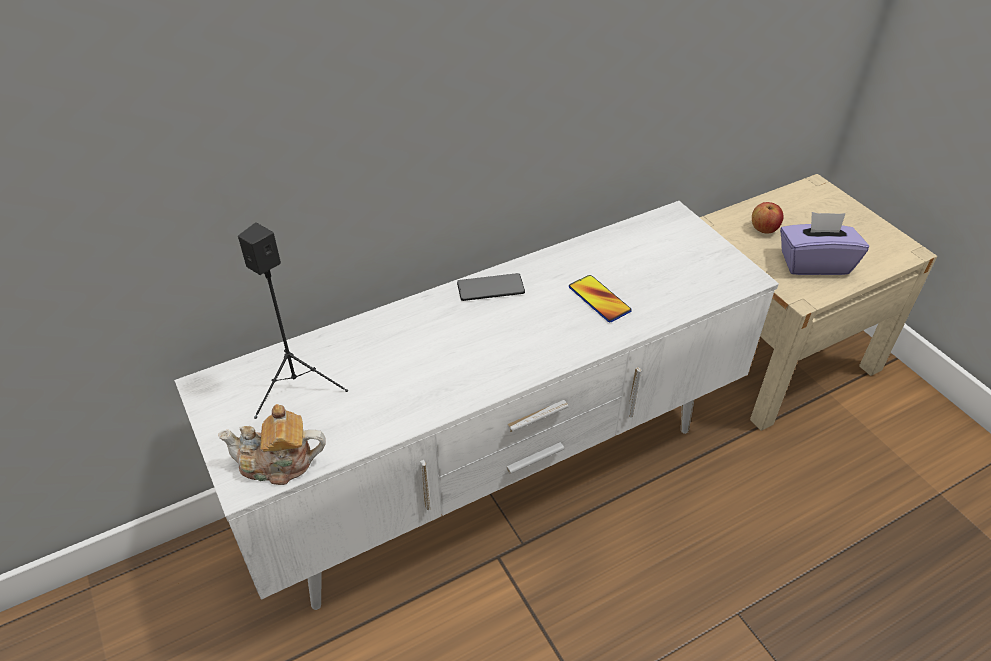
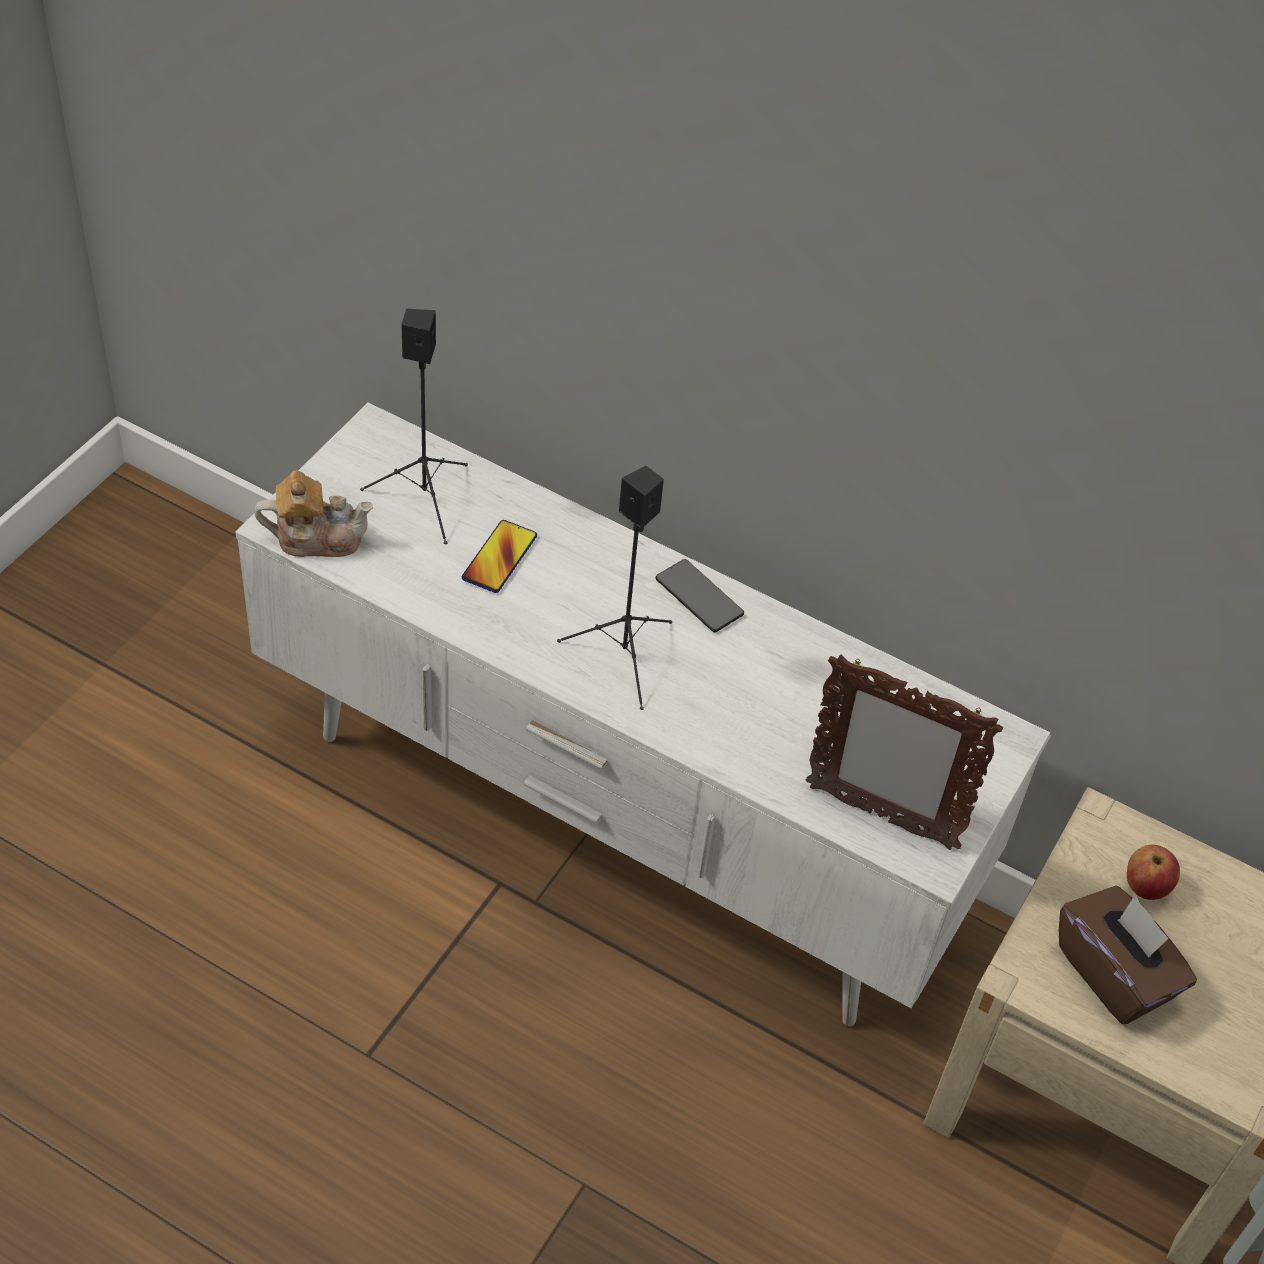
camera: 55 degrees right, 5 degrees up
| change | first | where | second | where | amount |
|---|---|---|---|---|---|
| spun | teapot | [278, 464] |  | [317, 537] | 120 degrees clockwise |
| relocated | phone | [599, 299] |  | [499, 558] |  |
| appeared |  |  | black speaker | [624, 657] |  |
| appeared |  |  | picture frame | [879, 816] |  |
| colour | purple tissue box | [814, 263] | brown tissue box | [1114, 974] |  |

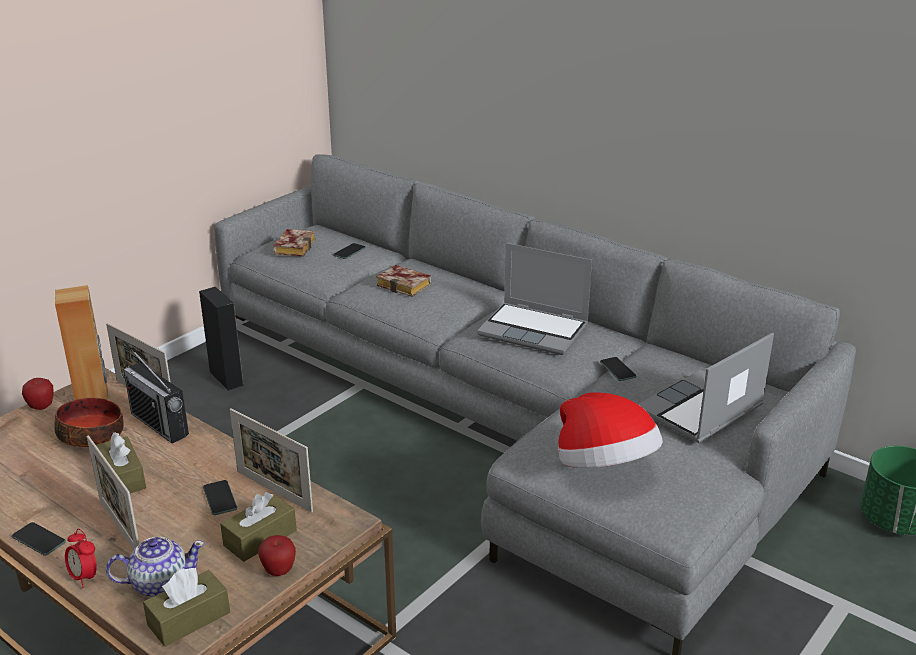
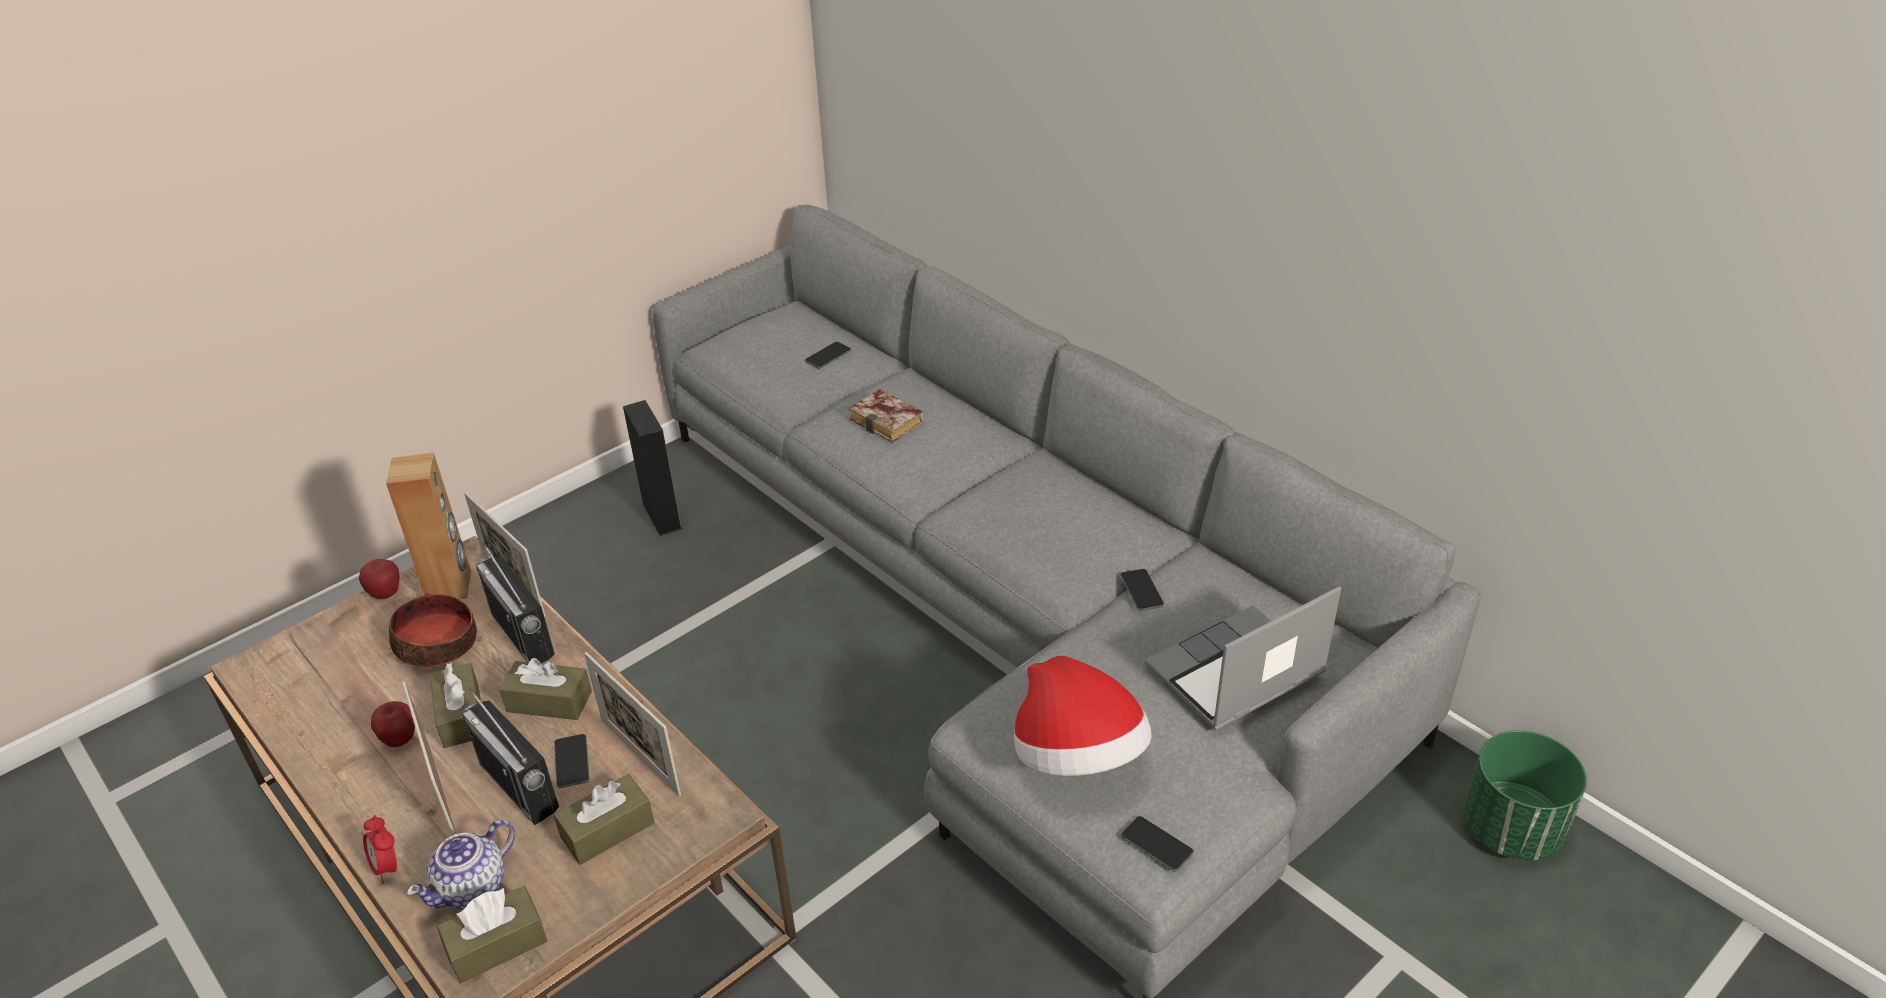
camera: 10 degrees right, 10 degrees up
| change | first | where | second | where | amount |
|---|---|---|---|---|---|
| relocated | apple | [279, 571] |  | [400, 740] |  |
| spun | teapot | [159, 583] |  | [473, 887] | 135 degrees clockwise |
| appeared |  |  | radio | [519, 786] |  |
| appeared |  |  | brown tissue box | [549, 701] |  |
| relocated | phone | [39, 539] |  | [1157, 844] |  |
| missing | book | [294, 246] |  |  |  |
| missing | laptop | [535, 330] |  |  |  |

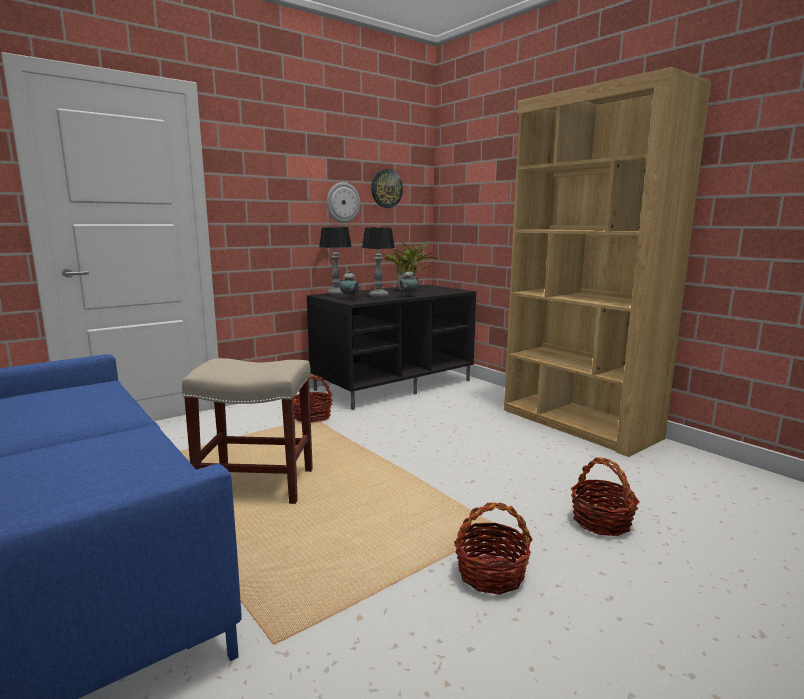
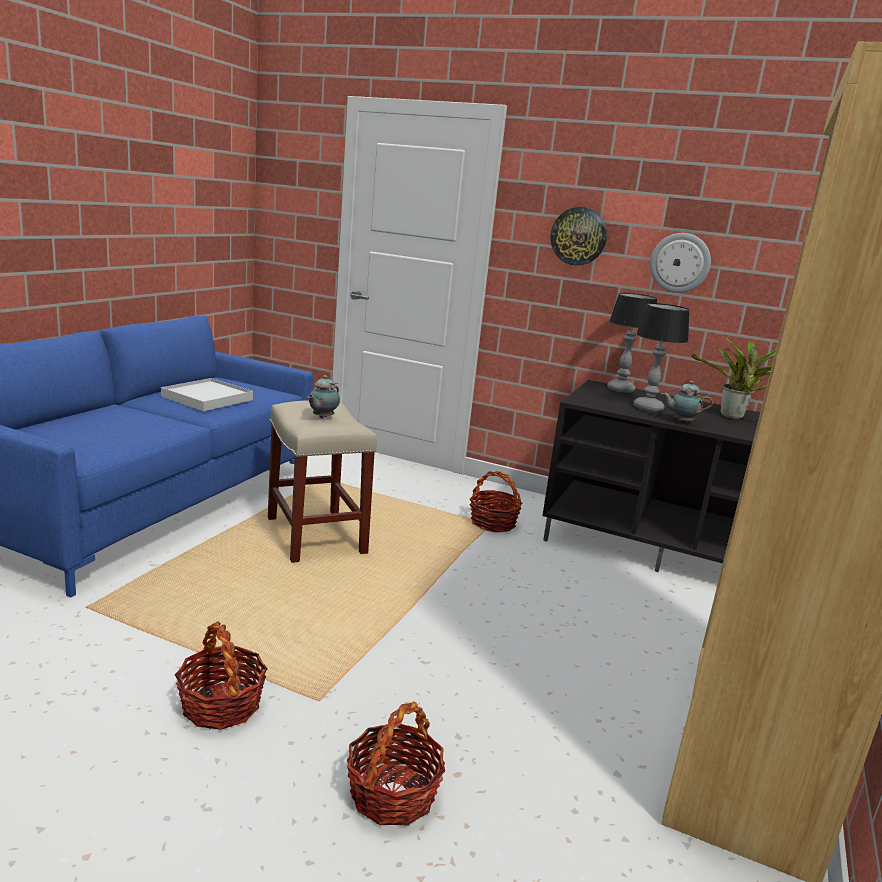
camera: 60 degrees right, 5 degrees up
| change | first | where | second | where | amount |
|---|---|---|---|---|---|
| appeared |  |  | white tray | [207, 398] |  |
| relocated | teapot | [350, 299] |  | [322, 417] |  |
| relocated | wall clock | [386, 188] |  | [578, 236] |  |

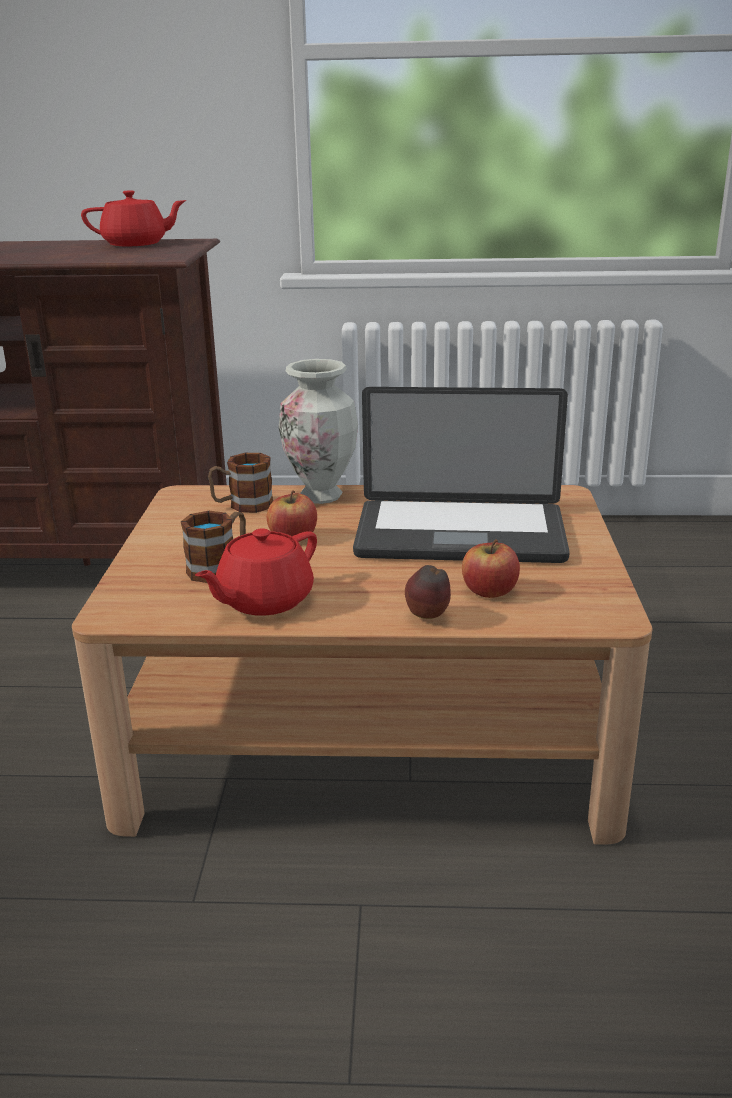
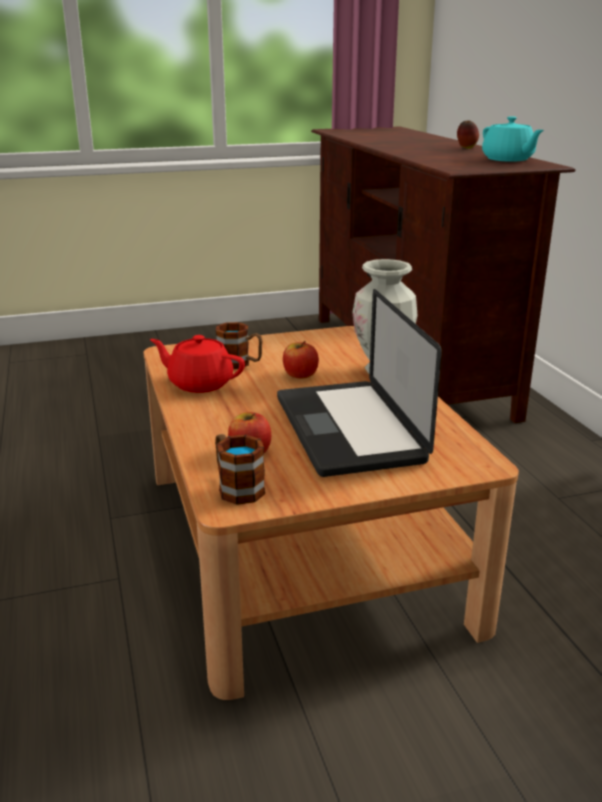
camera: 70 degrees right, 0 degrees up
| change | first | where | second | where | amount |
|---|---|---|---|---|---|
| relocated | mug | [242, 506] |  | [236, 487] |  |
| relocated | apple | [428, 618] |  | [466, 149] |  |
| colour | red teapot | [136, 244] | turquoise teapot | [508, 160] |  |

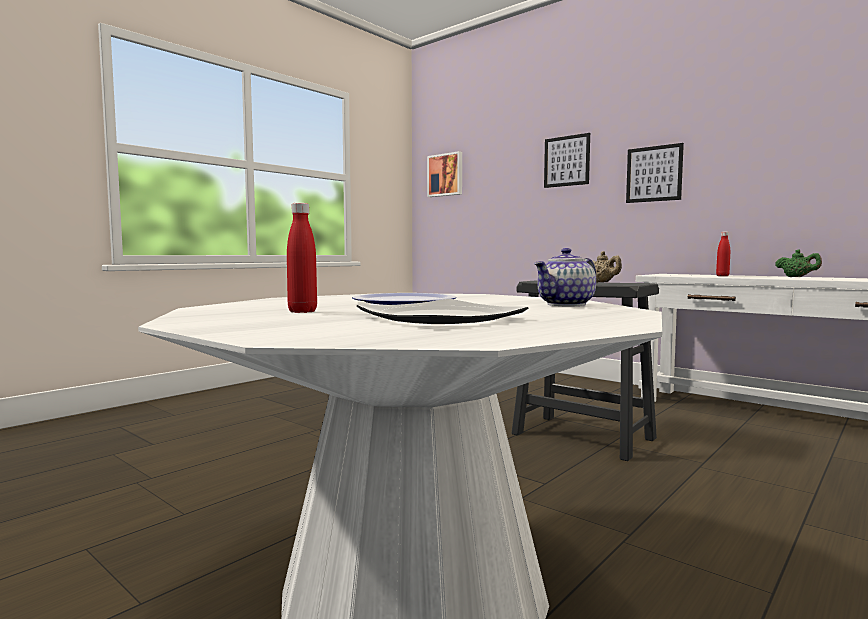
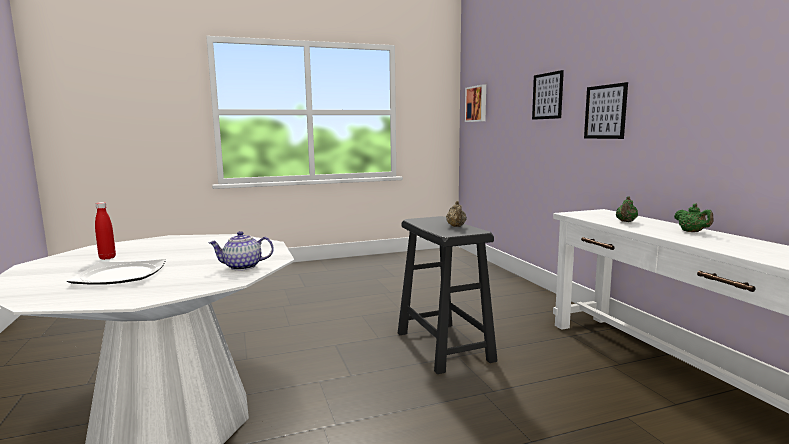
camera: 30 degrees right, 5 degrees up
| change | first | where | second | where | amount |
|---|---|---|---|---|---|
| exchanged | red bottle | [722, 276] | green teapot | [626, 222] |  |
| missing | plate | [404, 301] |  |  |  |

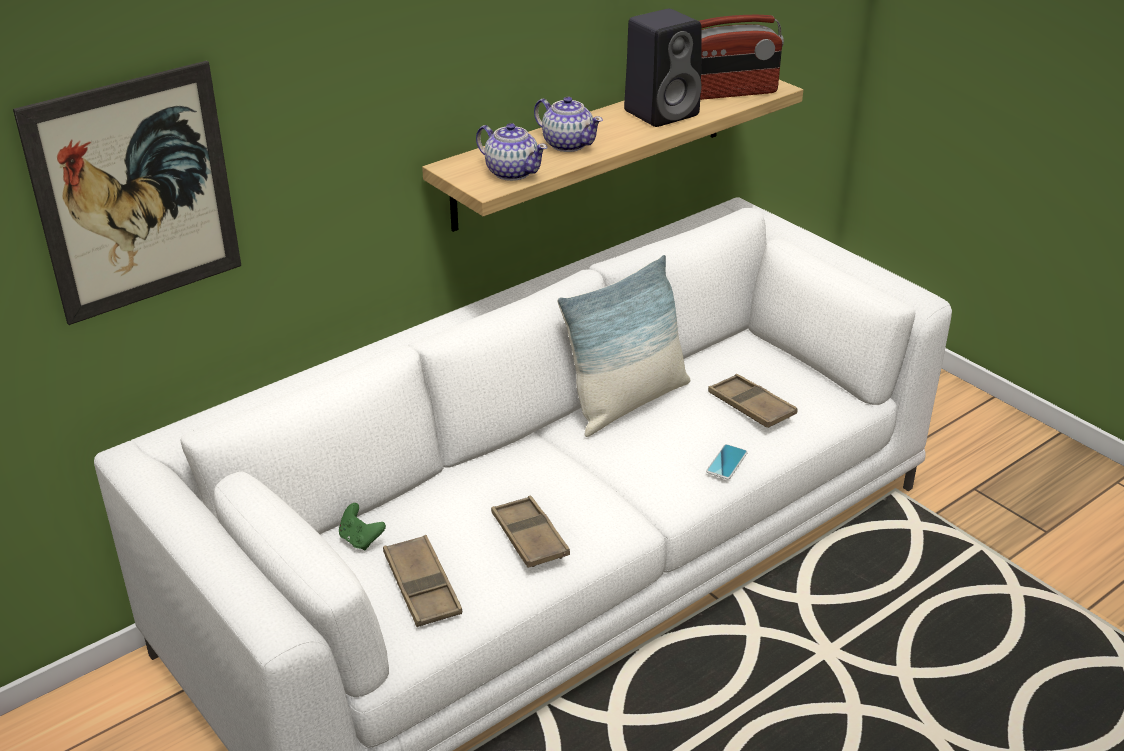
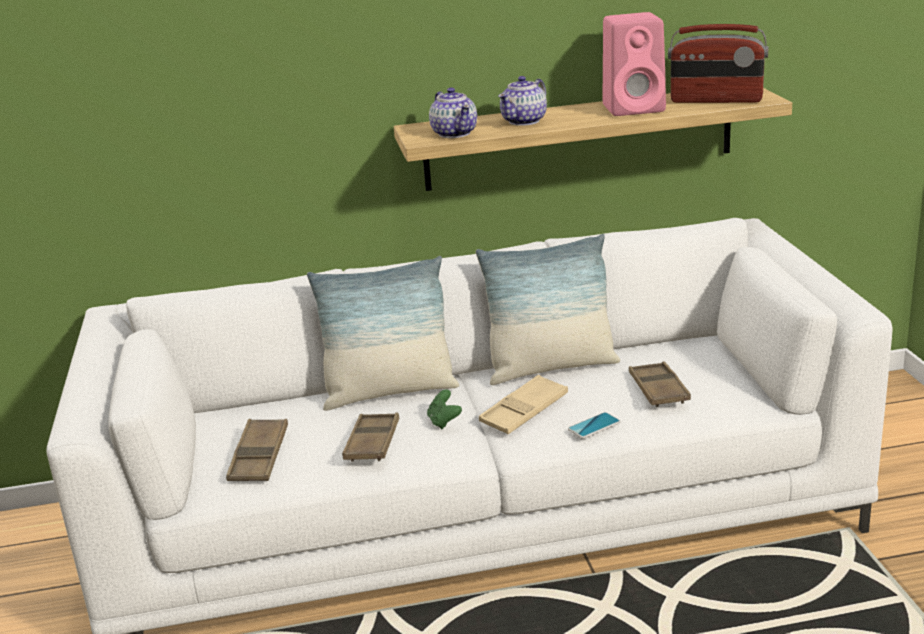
camera: 30 degrees right, 10 degrees down
| change | first | where | second | where | amount |
|---|---|---|---|---|---|
| appeared |  |  | pillow | [389, 392] |  |
| relocated | green game controller | [360, 540] |  | [444, 422] |  |
| appeared |  |  | beige tray | [524, 411] |  |
| spun | teapot | [567, 144] |  | [524, 121] | 60 degrees clockwise |
| colour | black speaker | [662, 112] | pink speaker | [635, 108] |  |
| missing | picture | [136, 193] |  |  |  |

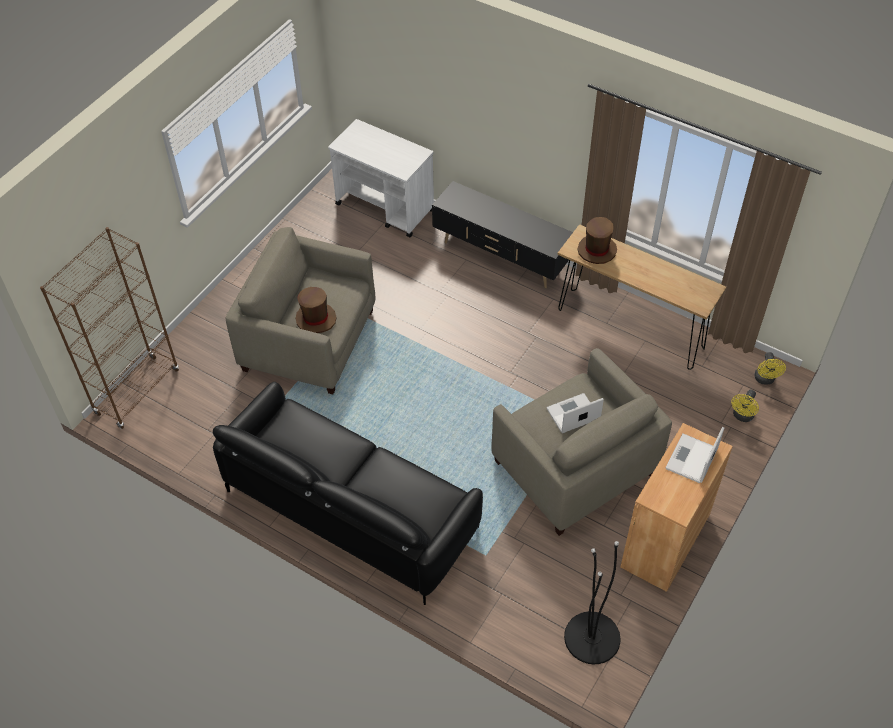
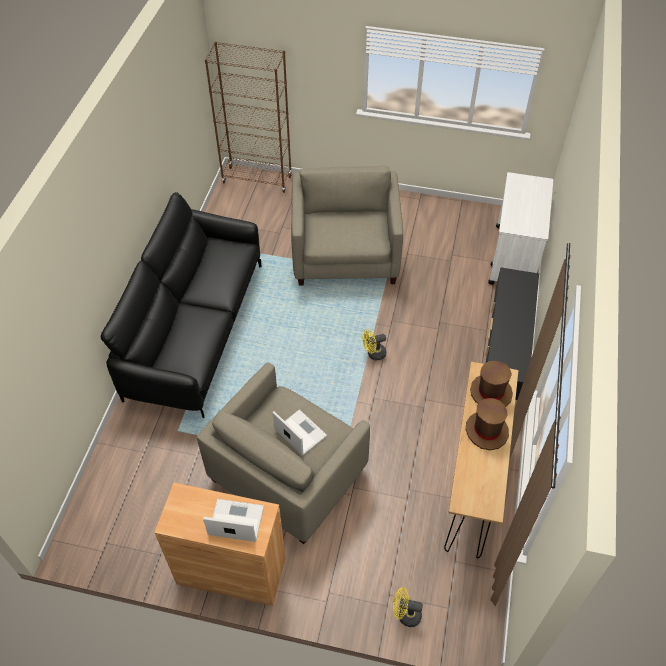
camera: 70 degrees right, 0 degrees up
| change | first | where | second | where | amount |
|---|---|---|---|---|---|
| relocated | yellow fan | [765, 380] |  | [373, 354] |  |
| relocated | brown hat | [315, 319] |  | [486, 430] |  |
| missing | black floor lamp | [592, 637] |  |  |  |

